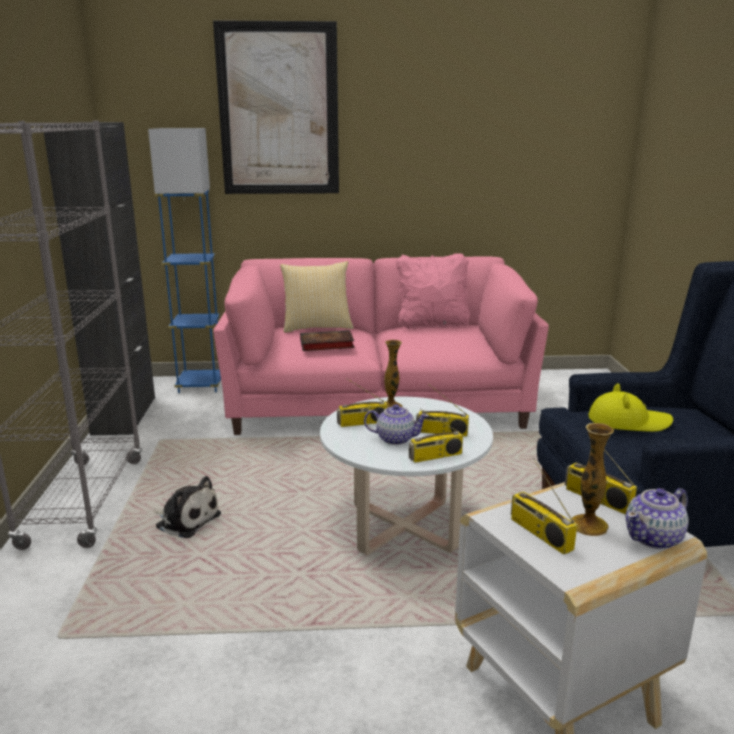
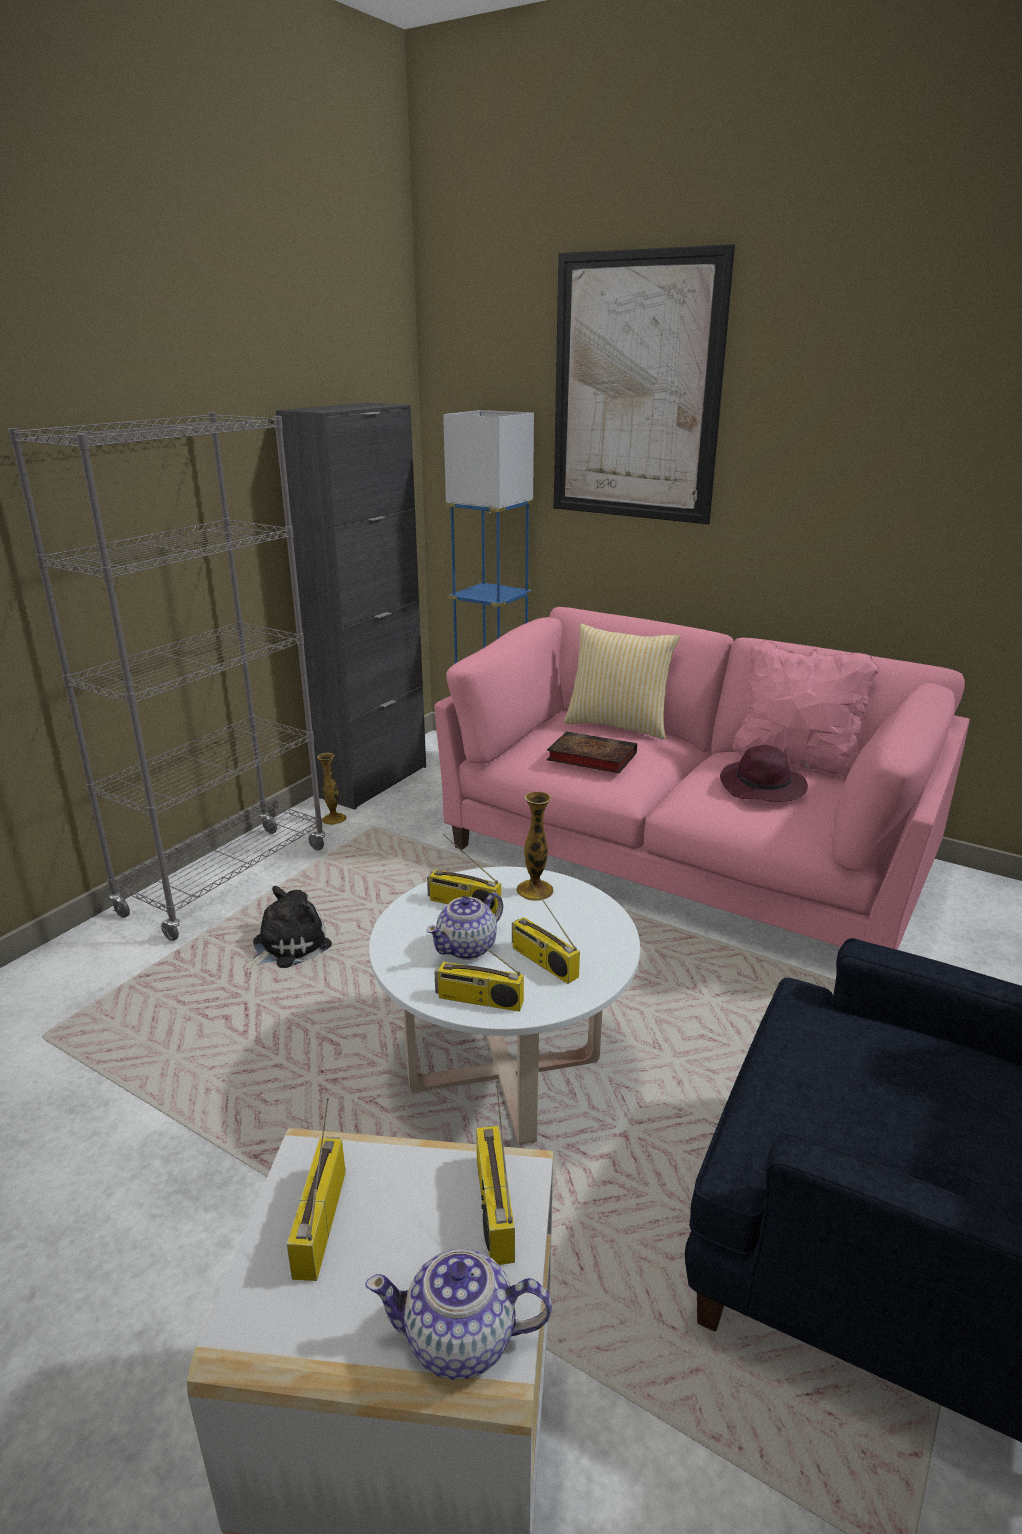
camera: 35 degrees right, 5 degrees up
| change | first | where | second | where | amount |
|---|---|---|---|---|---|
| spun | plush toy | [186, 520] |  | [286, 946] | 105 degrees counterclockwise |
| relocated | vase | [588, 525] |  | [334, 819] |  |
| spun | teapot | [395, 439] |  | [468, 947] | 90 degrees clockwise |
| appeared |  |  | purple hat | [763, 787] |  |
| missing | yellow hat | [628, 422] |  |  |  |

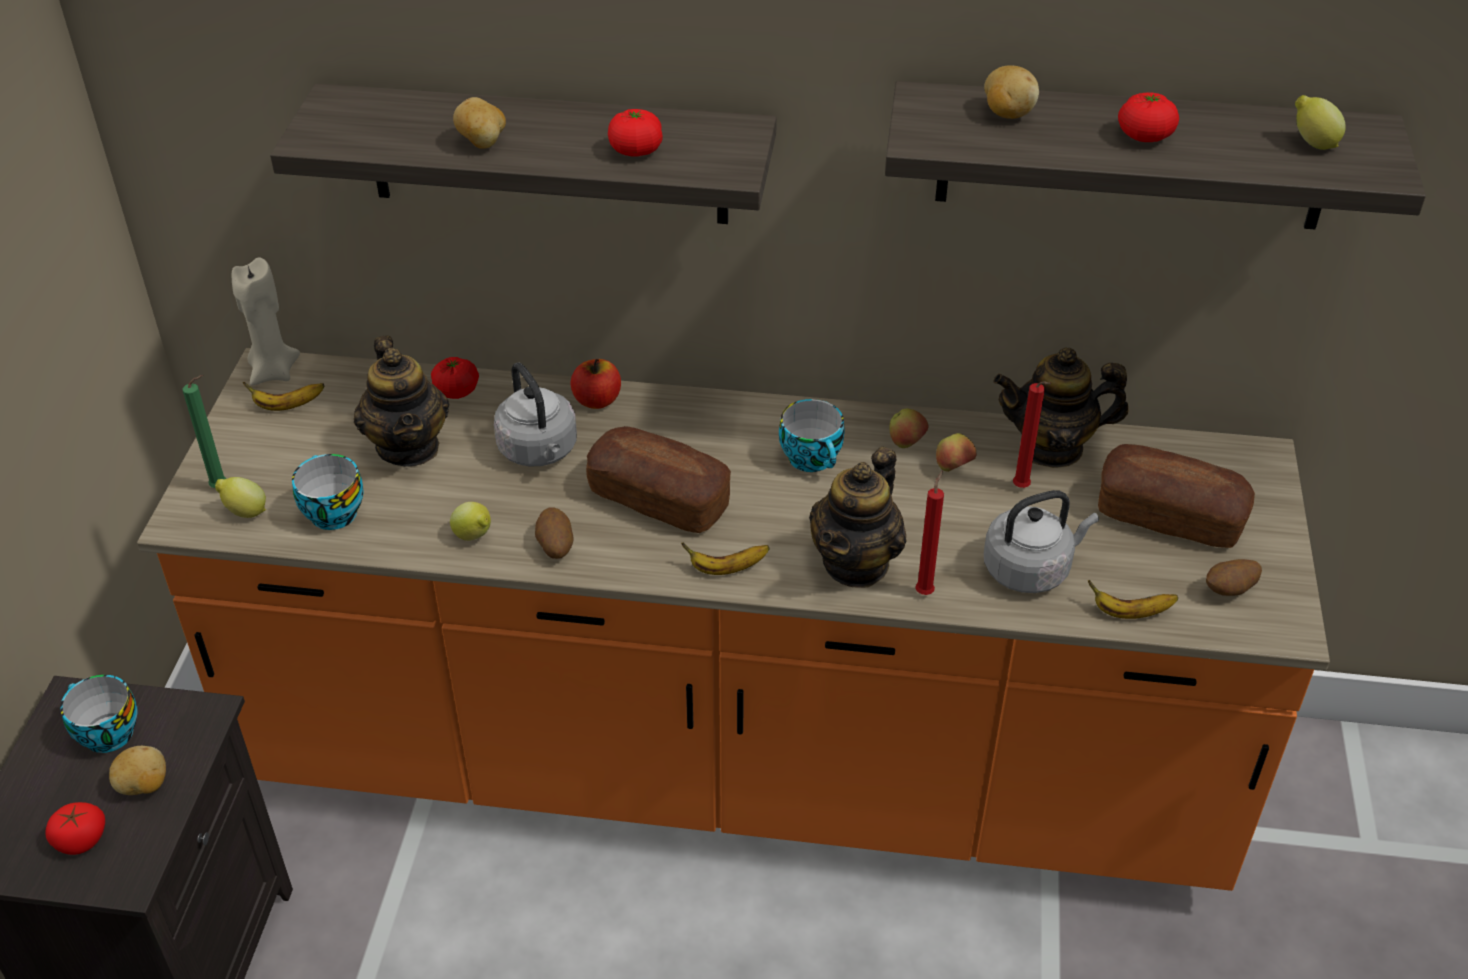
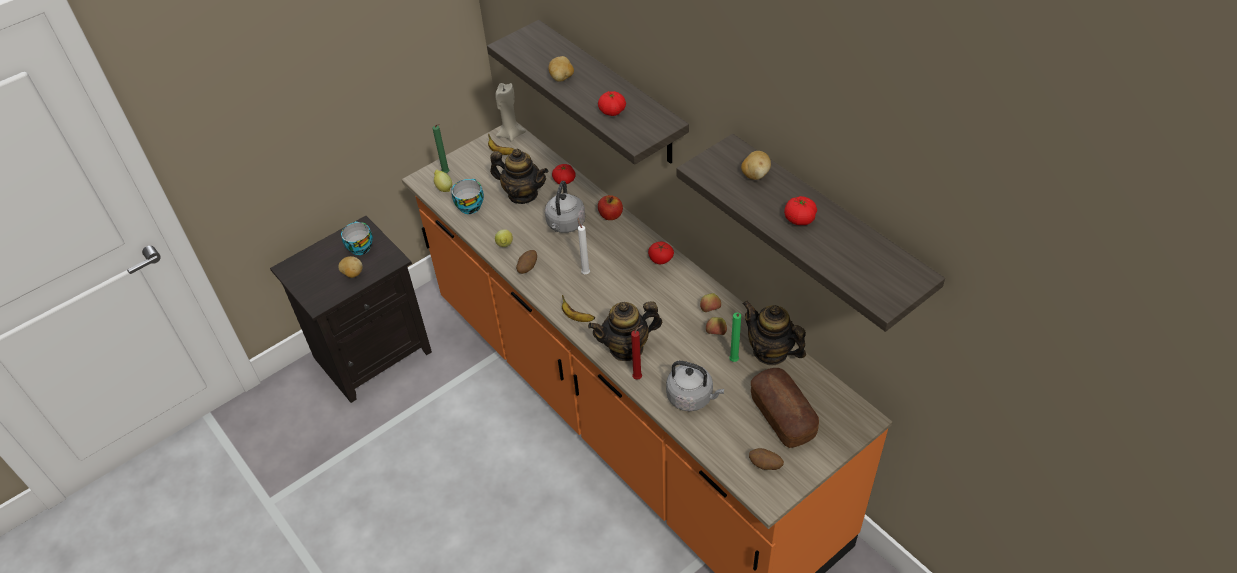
camera: 45 degrees right, 5 degrees up
| change | first | where | second | where | amount |
|---|---|---|---|---|---|
| spun | teapot | [409, 446] |  | [523, 194] | 90 degrees counterclockwise |
| exchanged | bread | [659, 499] | white candle | [585, 272] |  |
| relocated | tomato | [81, 839] |  | [660, 259] |  |
| colour | red candle | [1022, 489] | green candle | [733, 362] |  |
| missing | cup | [814, 459] |  |  |  |
| missing | banana | [1130, 613] |  |  |  |
| missing | lemon | [1312, 143] |  |  |  |

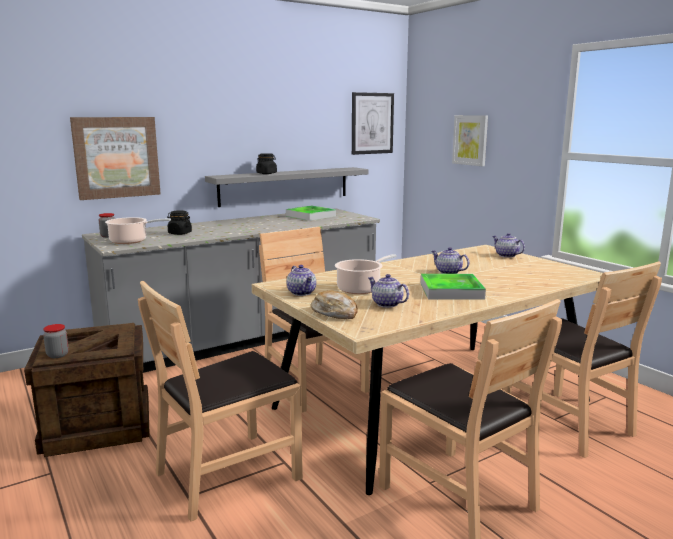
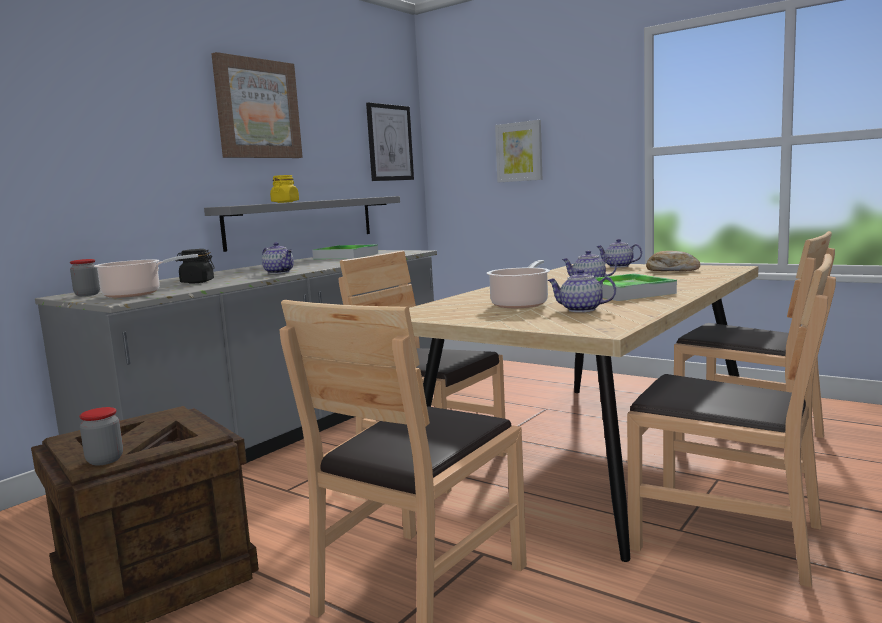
camera: 20 degrees left, 5 degrees down
| change | first | where | second | where | amount |
|---|---|---|---|---|---|
| relocated | picture | [116, 157] |  | [257, 109] |  |
| relocated | teapot | [302, 293] |  | [279, 272] |  |
| colour | black jar | [266, 173] | yellow jar | [285, 202] |  |
| relocated | bread | [335, 313] |  | [671, 270] |  |

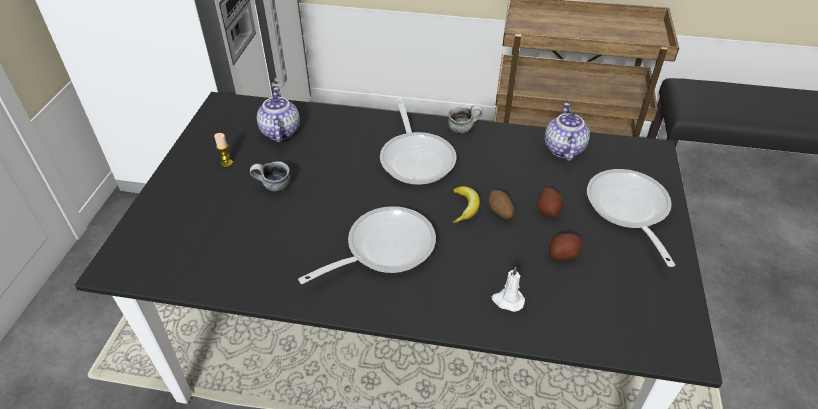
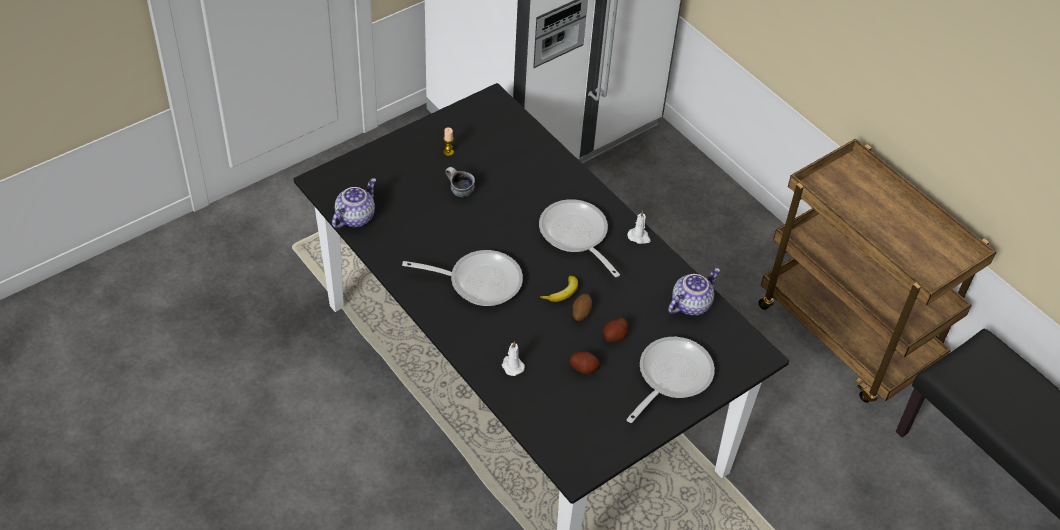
camera: 40 degrees right, 5 degrees up
| change | first | where | second | where | amount |
|---|---|---|---|---|---|
| relocated | teapot | [279, 131] |  | [355, 217] |  |
| spun | frying pan | [416, 157] |  | [576, 236] | 120 degrees clockwise |
| exchanged | mug | [463, 128] | white candle | [639, 237] |  |

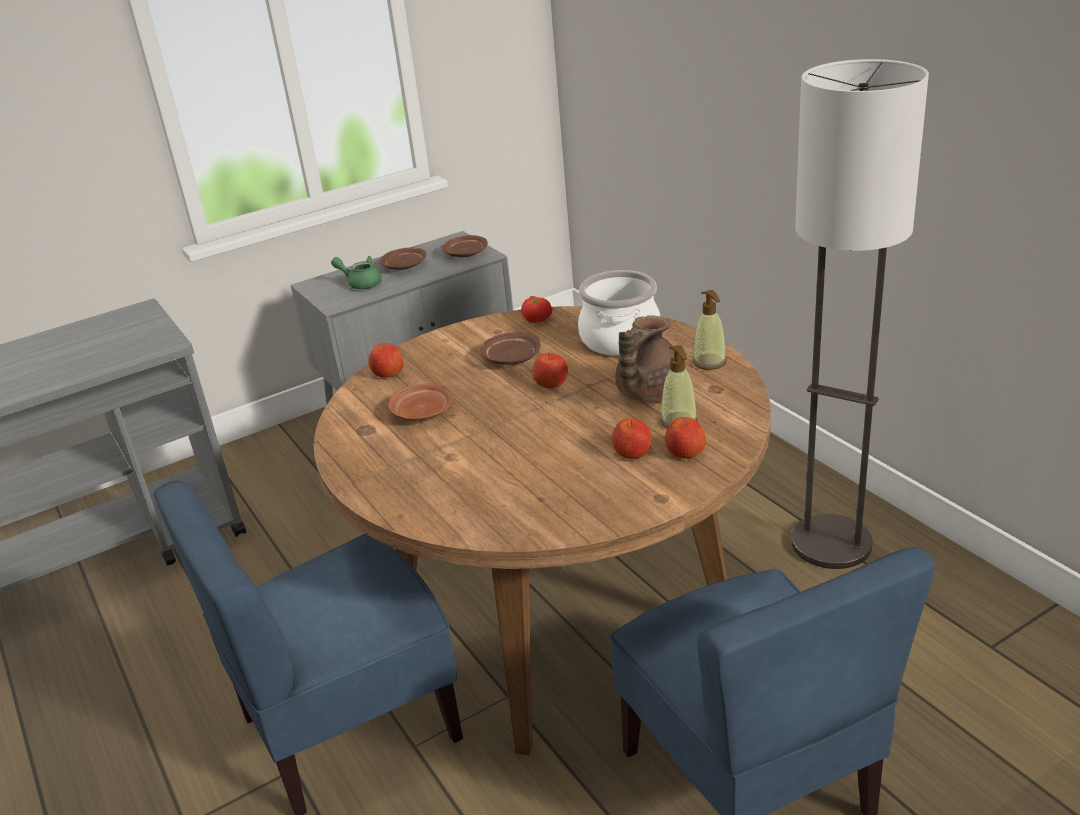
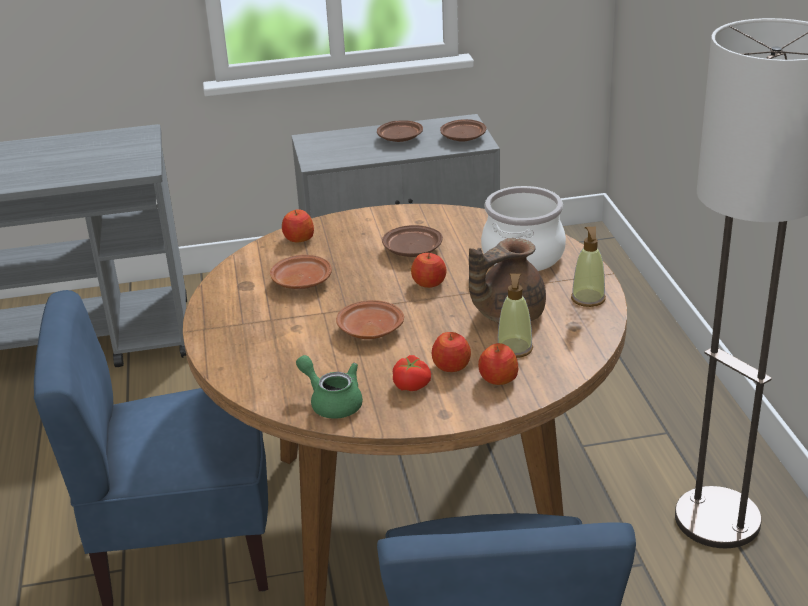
camera: 20 degrees right, 0 degrees up
| change | first | where | second | where | amount |
|---|---|---|---|---|---|
| relocated | green teapot | [361, 283] |  | [332, 402] |  |
| appeared |  |  | brown plate | [369, 330] |  |
| relocated | tomato | [537, 319] |  | [412, 385] |  |

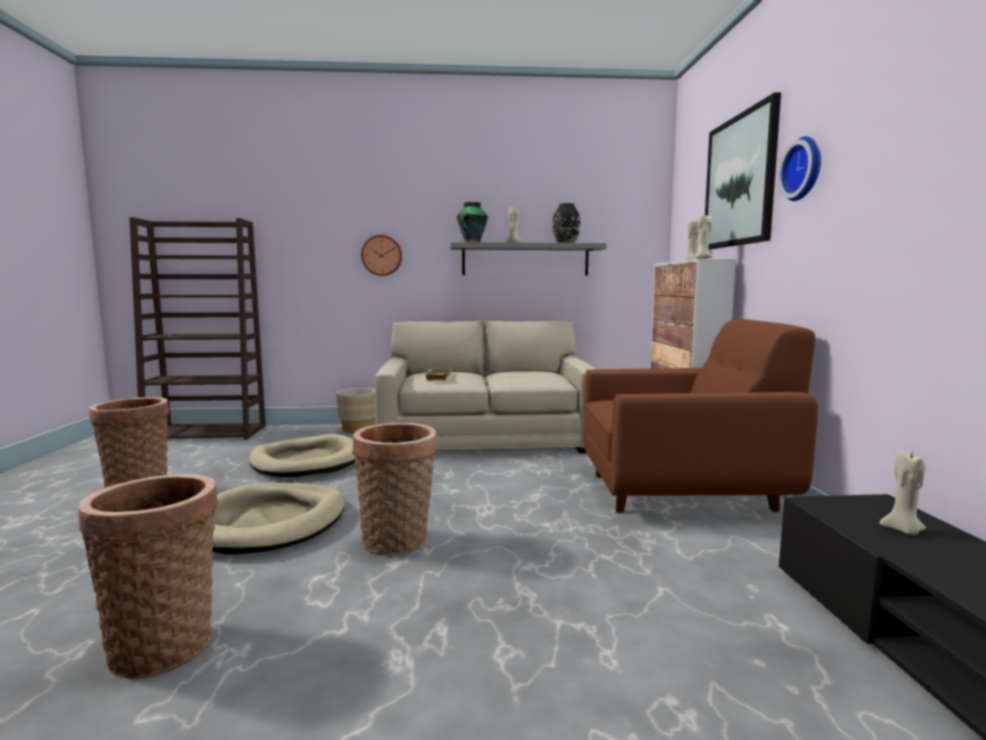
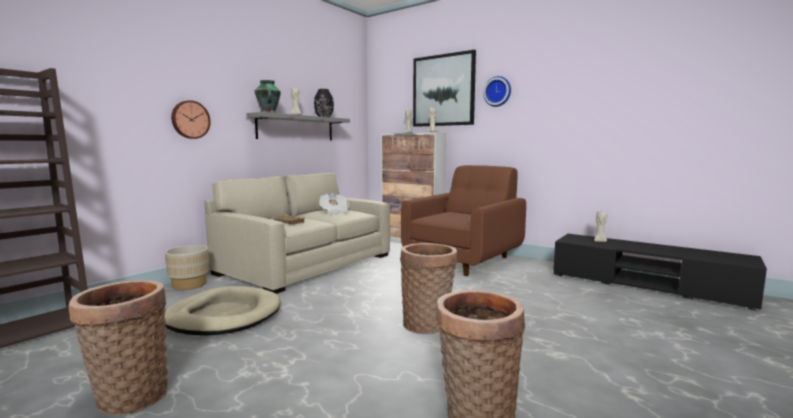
camera: 50 degrees left, 0 degrees up
| change | first | where | second | where | amount |
|---|---|---|---|---|---|
| appeared |  |  | newspaper | [334, 212] |  |
| missing | beige dog bed | [269, 523] |  |  |  |

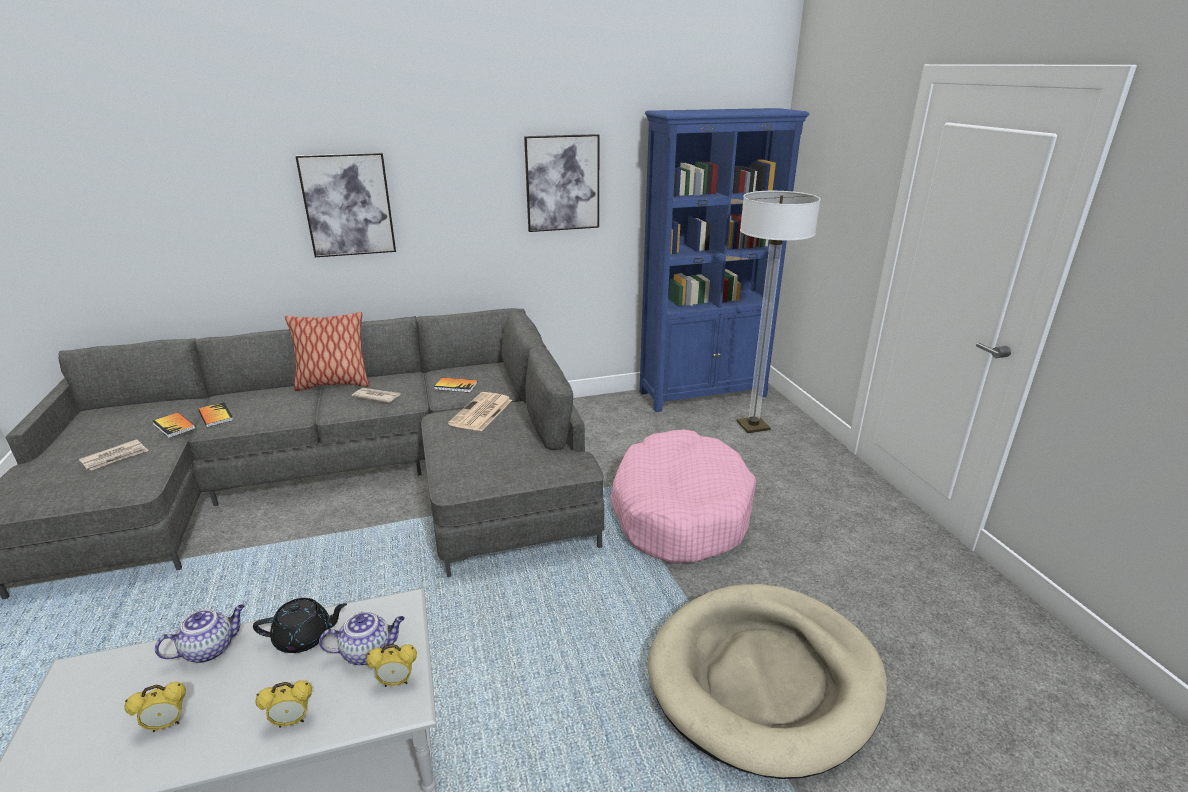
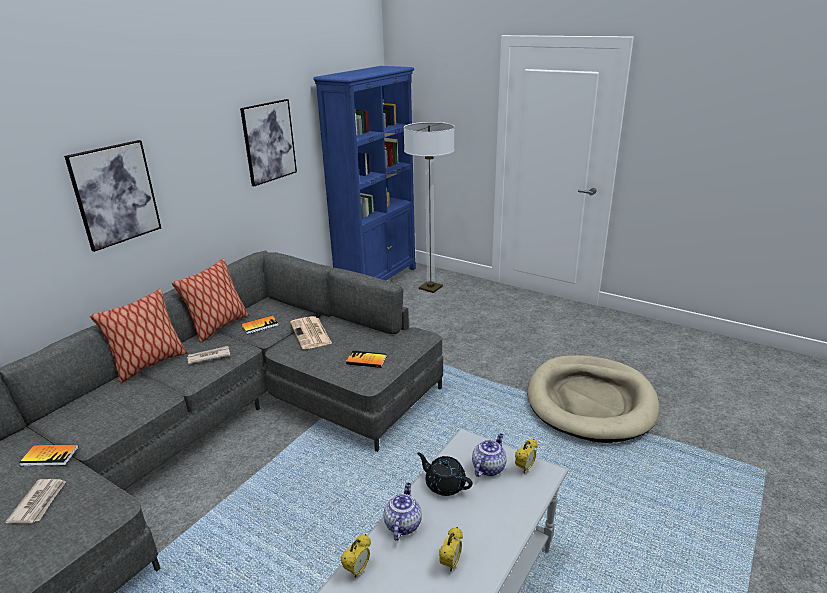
camera: 40 degrees left, 0 degrees up
| change | first | where | second | where | amount |
|---|---|---|---|---|---|
| appeared |  |  | pillow | [218, 327] |  |
| relocated | alarm clock | [292, 721] |  | [357, 570] |  |
| relocated | book | [216, 416] |  | [366, 360] |  |
| spun | black teapot | [305, 637] |  | [444, 484] | 90 degrees counterclockwise |
| missing | pink dog bed | [679, 511] |  |  |  |

